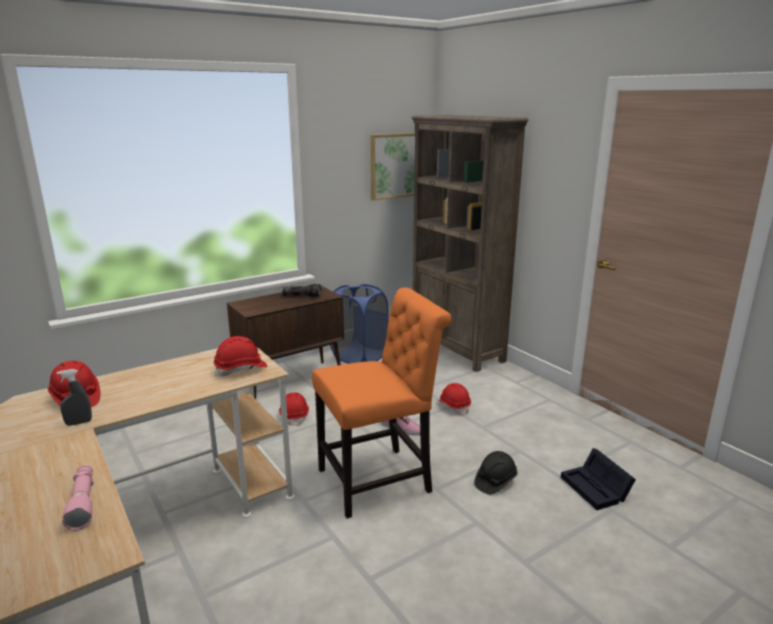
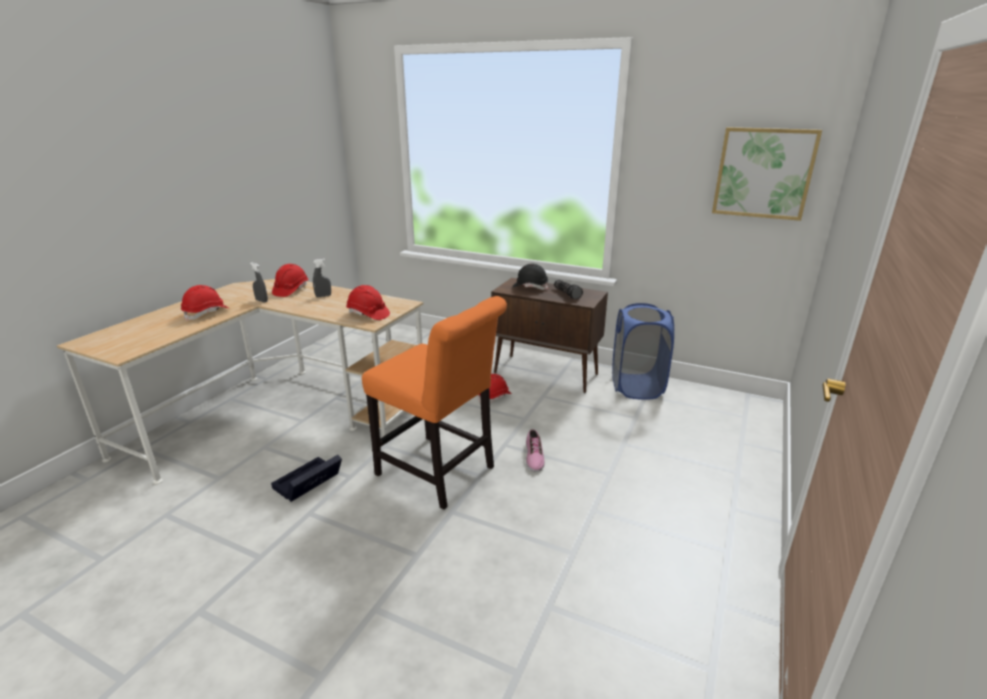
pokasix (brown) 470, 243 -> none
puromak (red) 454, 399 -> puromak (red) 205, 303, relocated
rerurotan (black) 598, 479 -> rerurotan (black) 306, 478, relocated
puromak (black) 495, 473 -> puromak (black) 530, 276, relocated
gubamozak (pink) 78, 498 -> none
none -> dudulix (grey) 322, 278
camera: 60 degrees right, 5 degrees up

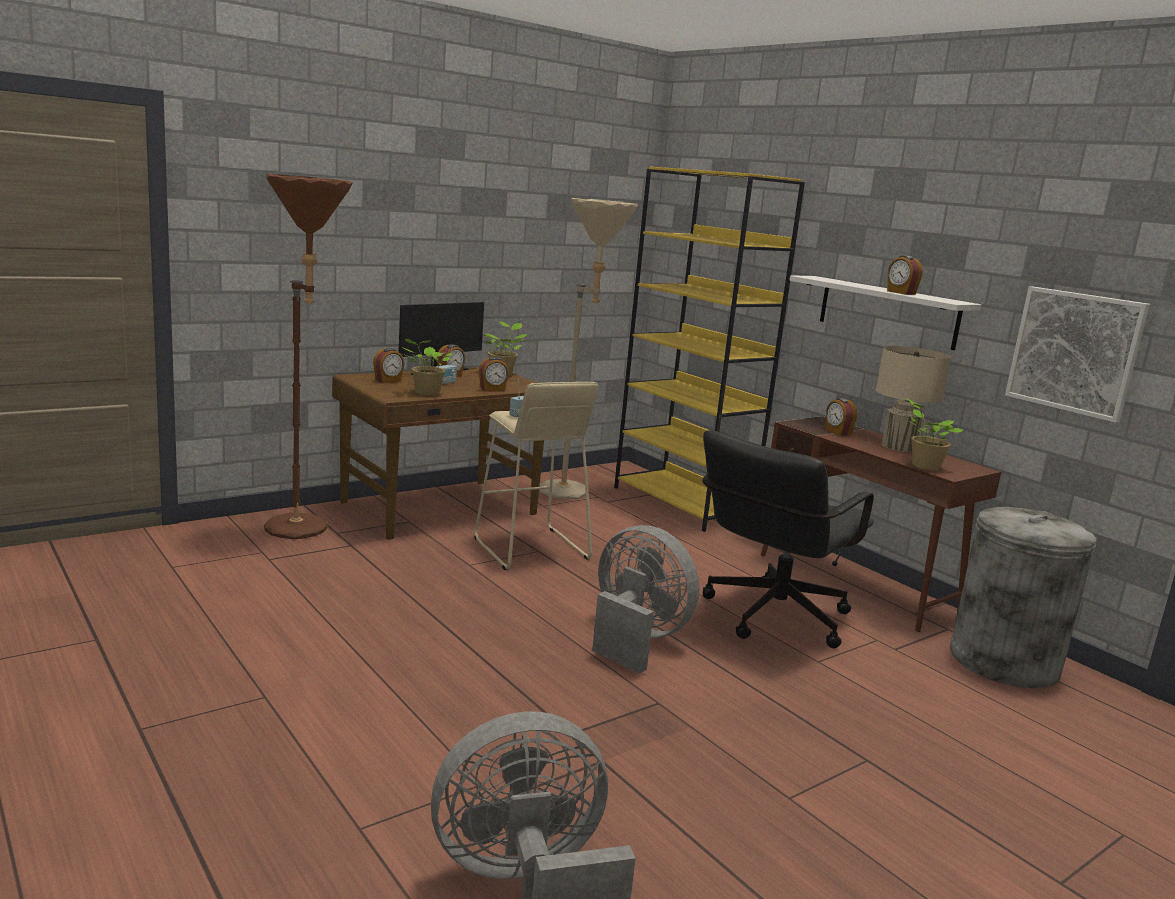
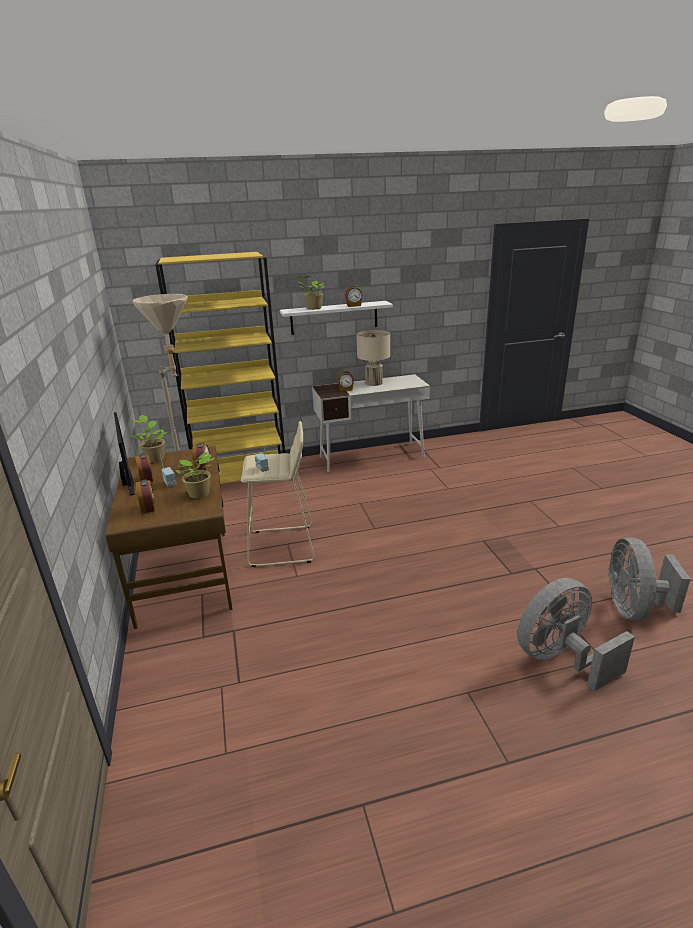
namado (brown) 308, 356 -> none
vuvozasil 1077, 354 -> none
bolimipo 935, 434 -> bolimipo 311, 293, relocated
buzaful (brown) 881, 524 -> buzaful (white) 371, 423
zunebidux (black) 788, 539 -> none
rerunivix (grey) 1023, 597 -> none
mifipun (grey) 645, 599 -> mifipun (grey) 576, 634, relocated
camera: 65 degrees left, 10 degrees up

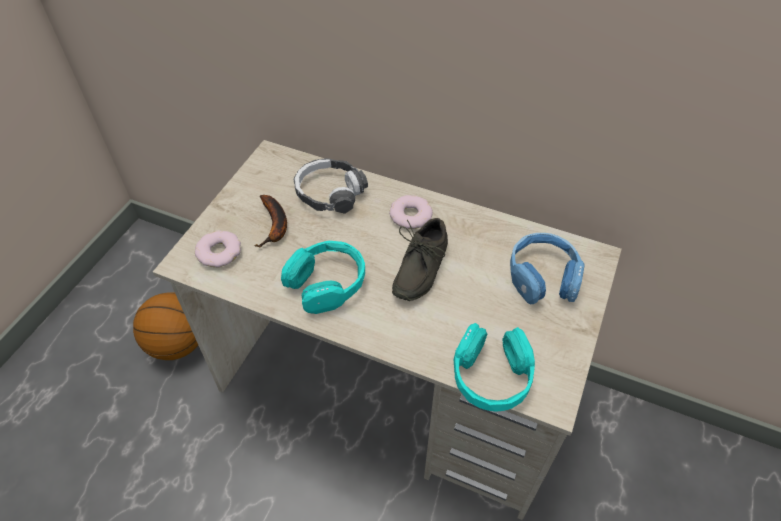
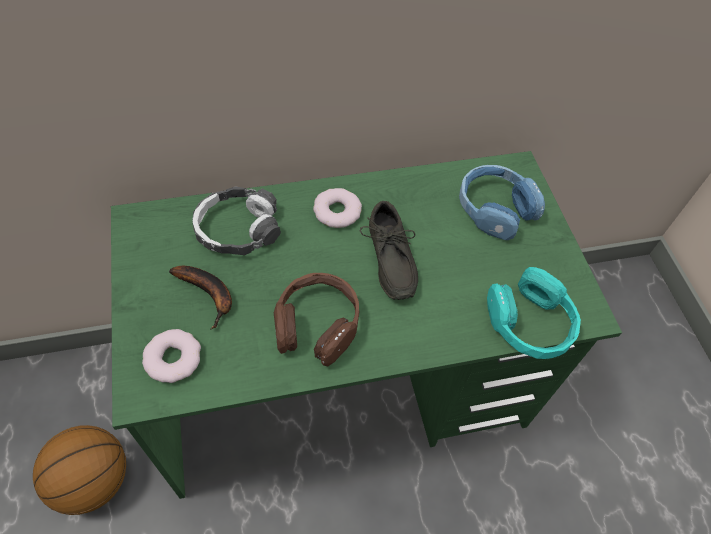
buzaful (beige) 387, 330 -> buzaful (green) 366, 325
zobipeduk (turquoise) 323, 277 -> zobipeduk (brown) 317, 319
camera: 40 degrees left, 5 degrees up

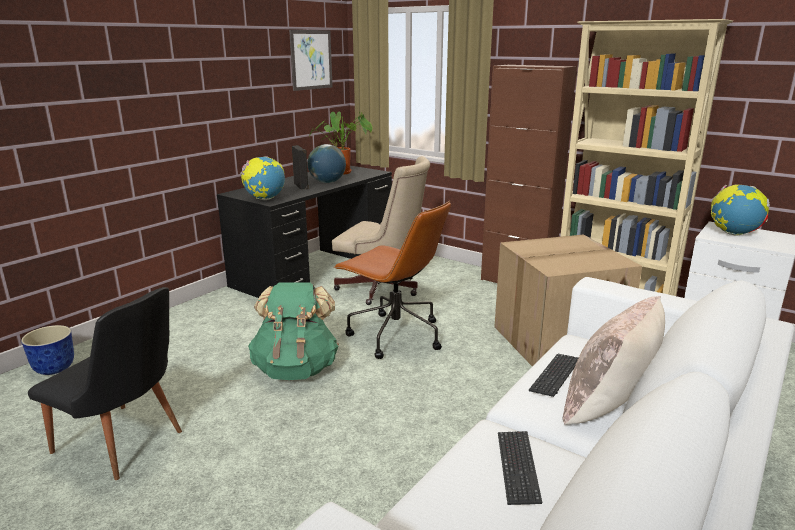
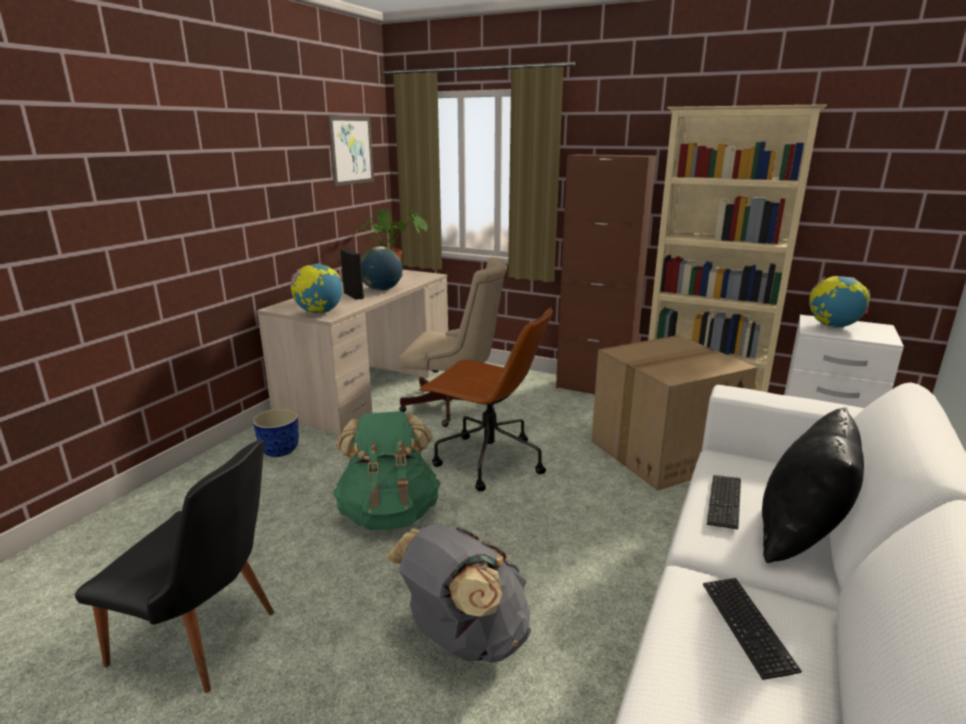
buzaful (black) 304, 232 -> buzaful (beige) 352, 352
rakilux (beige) 614, 360 -> rakilux (black) 813, 485
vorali 47, 350 -> vorali 276, 433, relocated
none -> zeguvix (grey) 458, 593
camera: 10 degrees left, 0 degrees up

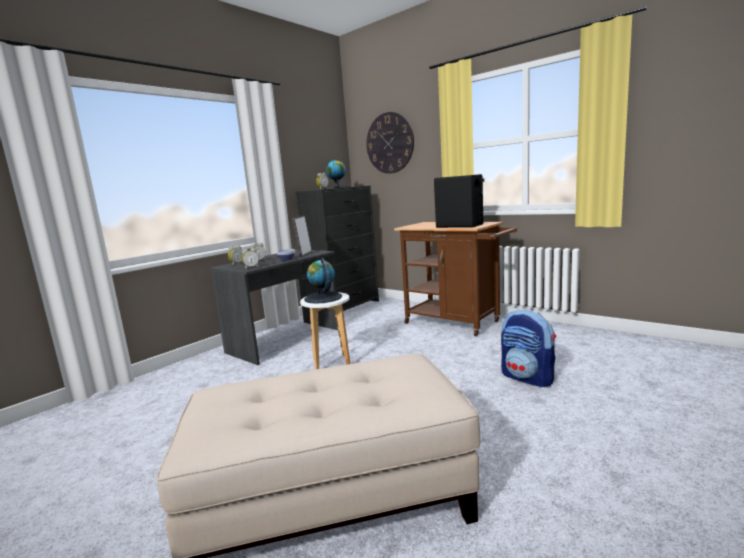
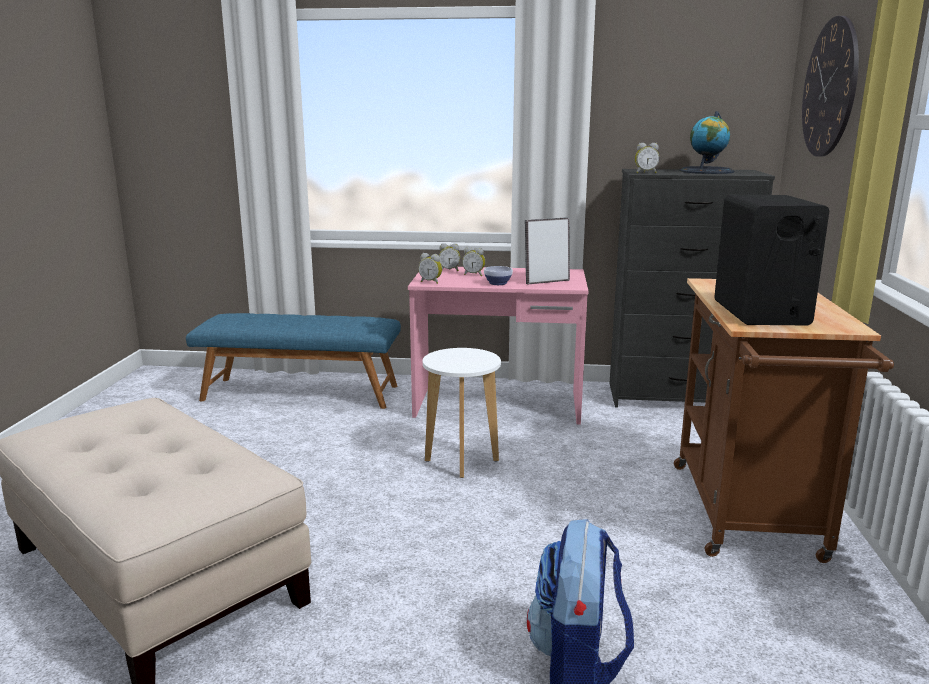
buzaful (grey) 274, 307 -> buzaful (pink) 498, 346
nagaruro 323, 280 -> none
none -> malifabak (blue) 293, 361
camera: 55 degrees right, 5 degrees up

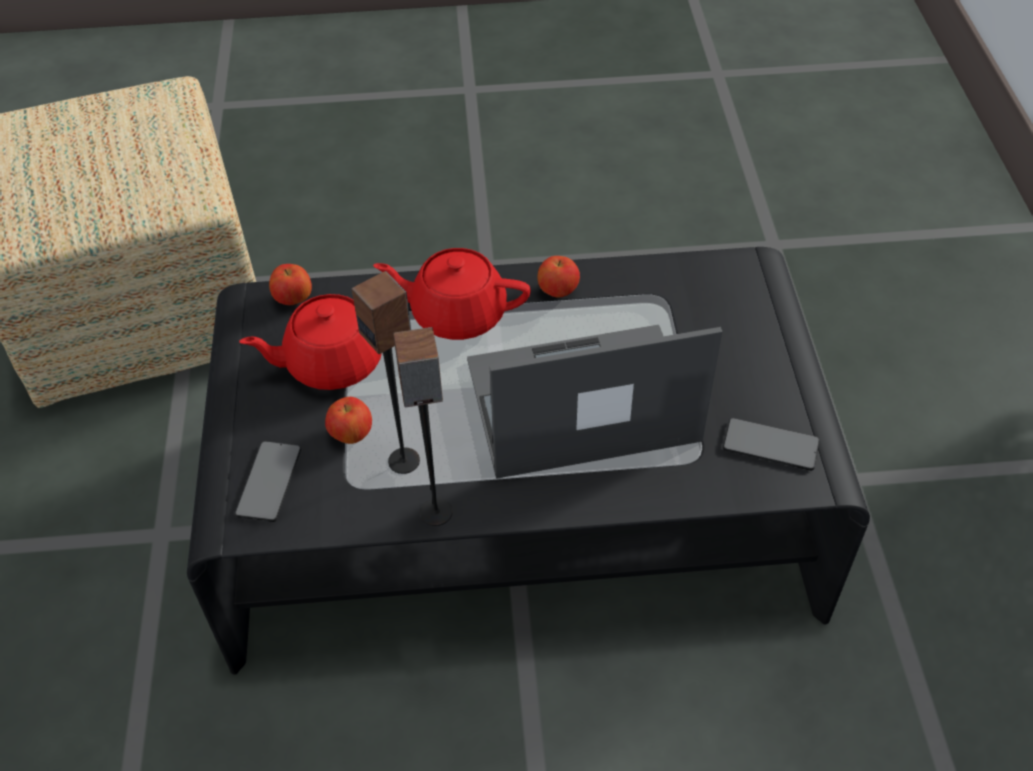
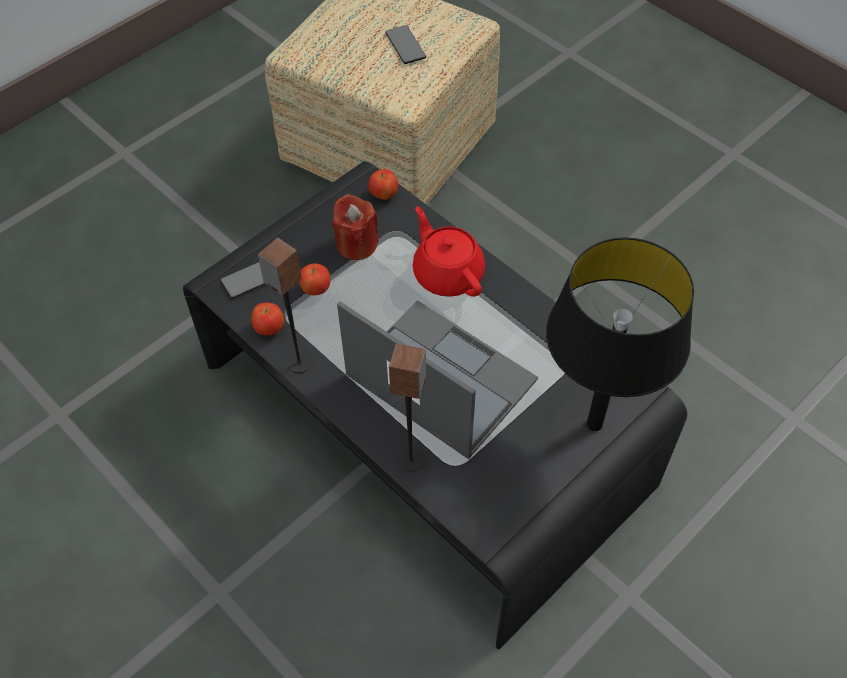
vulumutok 558, 276 -> vulumutok 267, 319, relocated
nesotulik 386, 372 -> nesotulik 407, 407, relocated
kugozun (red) 310, 342 -> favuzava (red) 355, 227
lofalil 771, 444 -> lofalil 405, 44, relocated
none -> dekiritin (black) 620, 334
camera: 50 degrees right, 5 degrees up

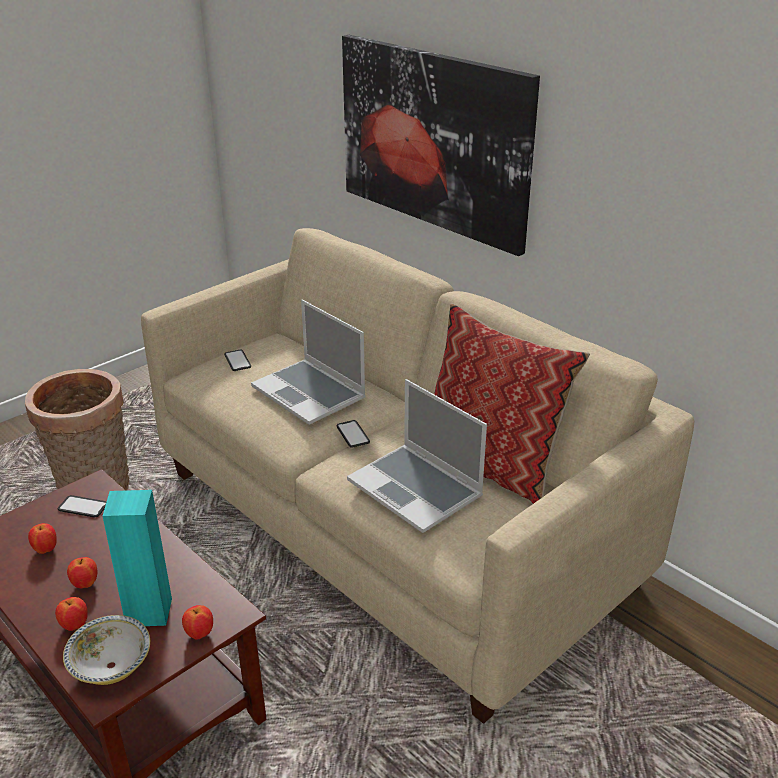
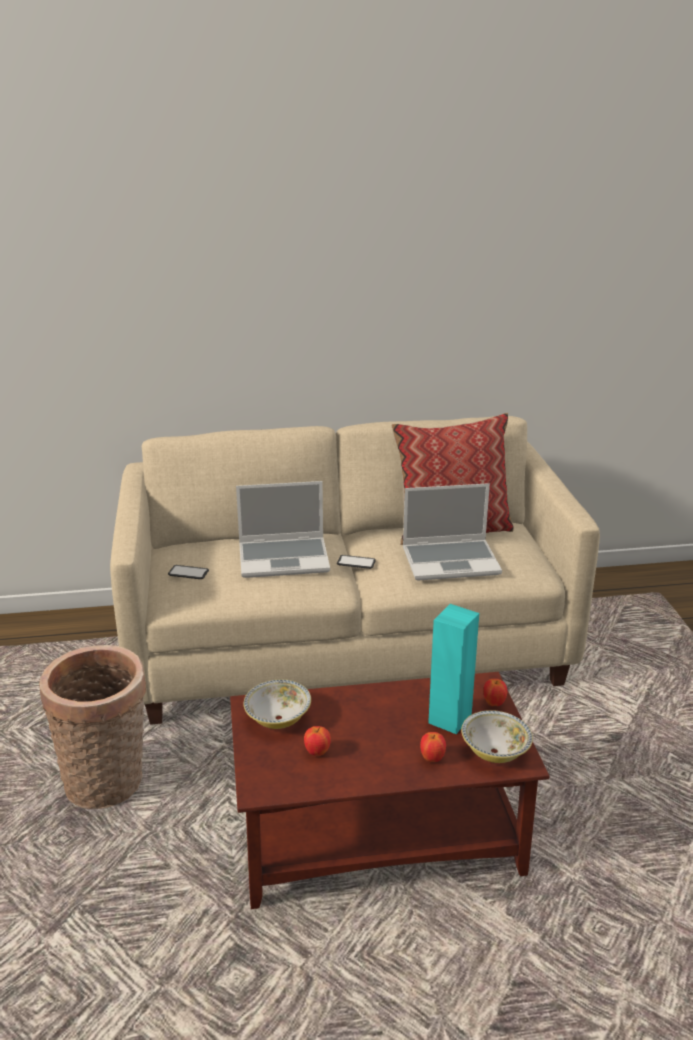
vuvozasil 441, 145 -> none
lofalil 82, 506 -> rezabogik 277, 704
vulumutok 82, 572 -> none
camera: 55 degrees left, 5 degrees down

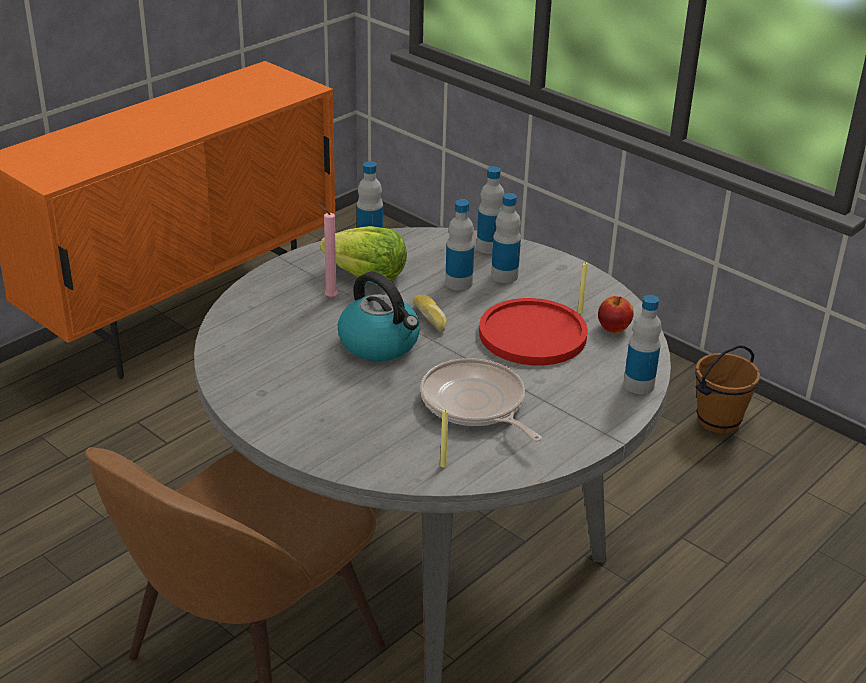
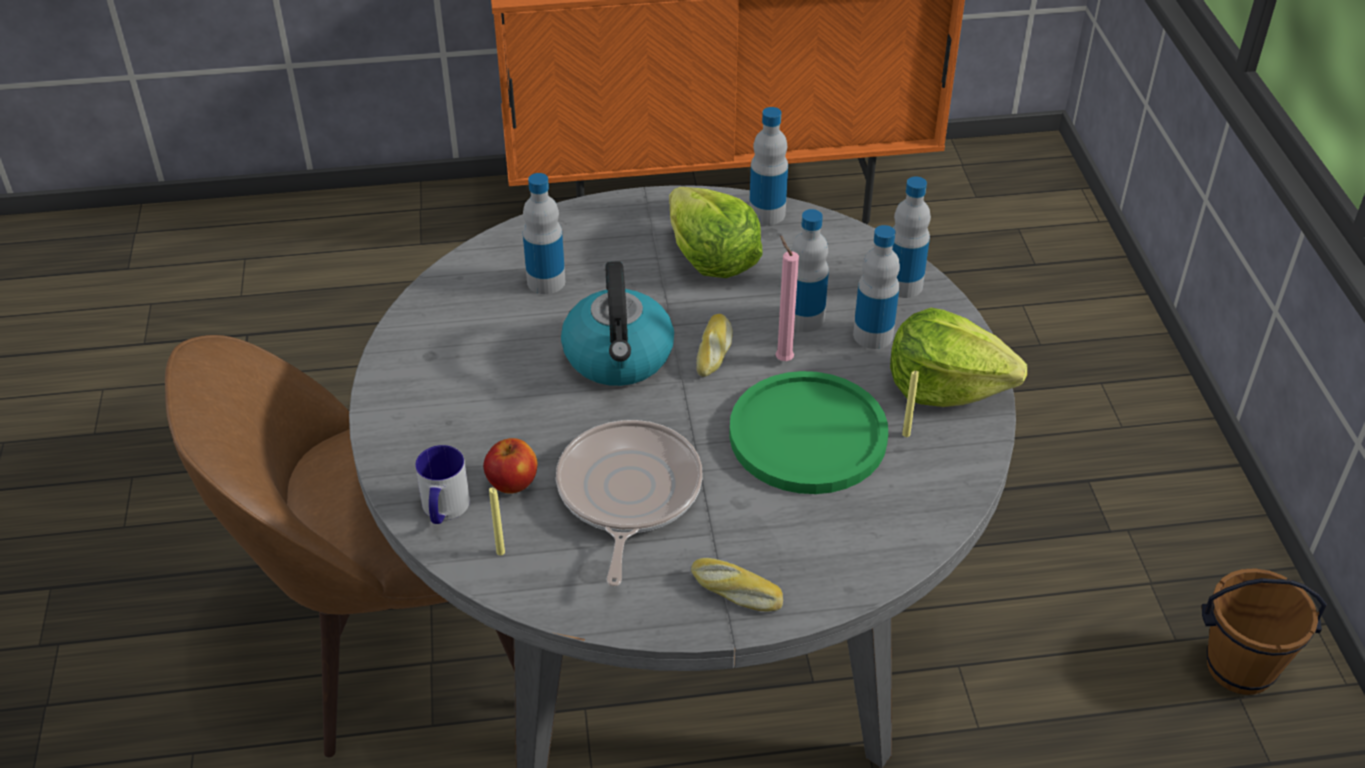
favuzava (pink) 328, 251 -> favuzava (pink) 787, 298, relocated
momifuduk 642, 344 -> momifuduk 544, 233, relocated
vulumutok 616, 314 -> vulumutok 510, 466, relocated
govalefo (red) 533, 331 -> govalefo (green) 808, 432
none -> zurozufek 958, 357
none -> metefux 442, 484
none -> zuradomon 737, 584
camera: 40 degrees right, 10 degrees up

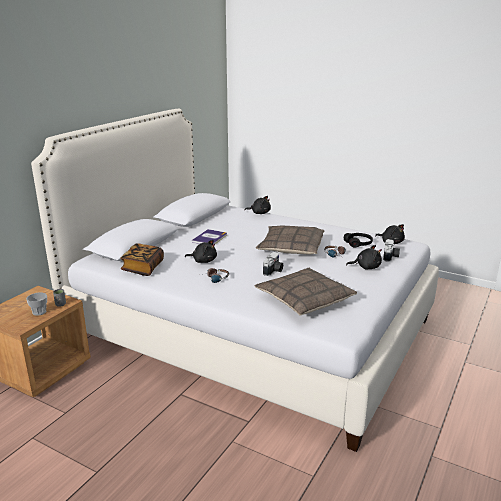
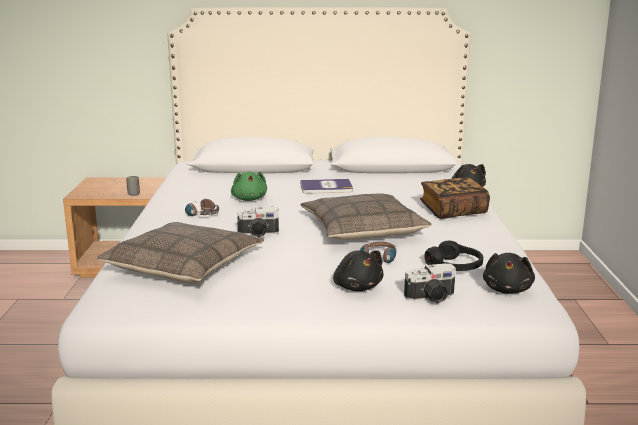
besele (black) 201, 251 -> besele (green) 249, 186
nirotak 142, 259 -> nirotak 455, 198, relocated
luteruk 36, 304 -> none
camera: 60 degrees right, 5 degrees down

